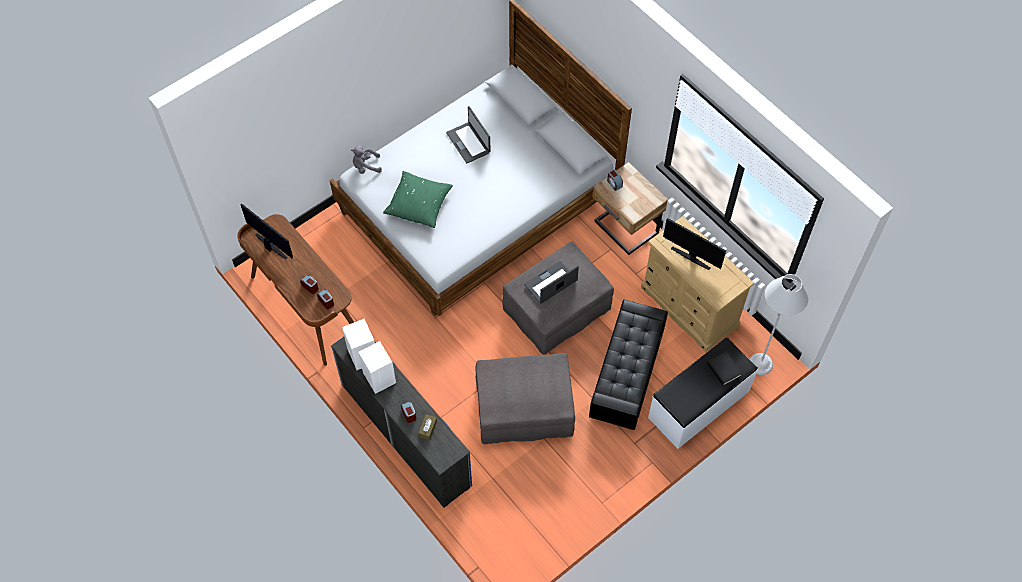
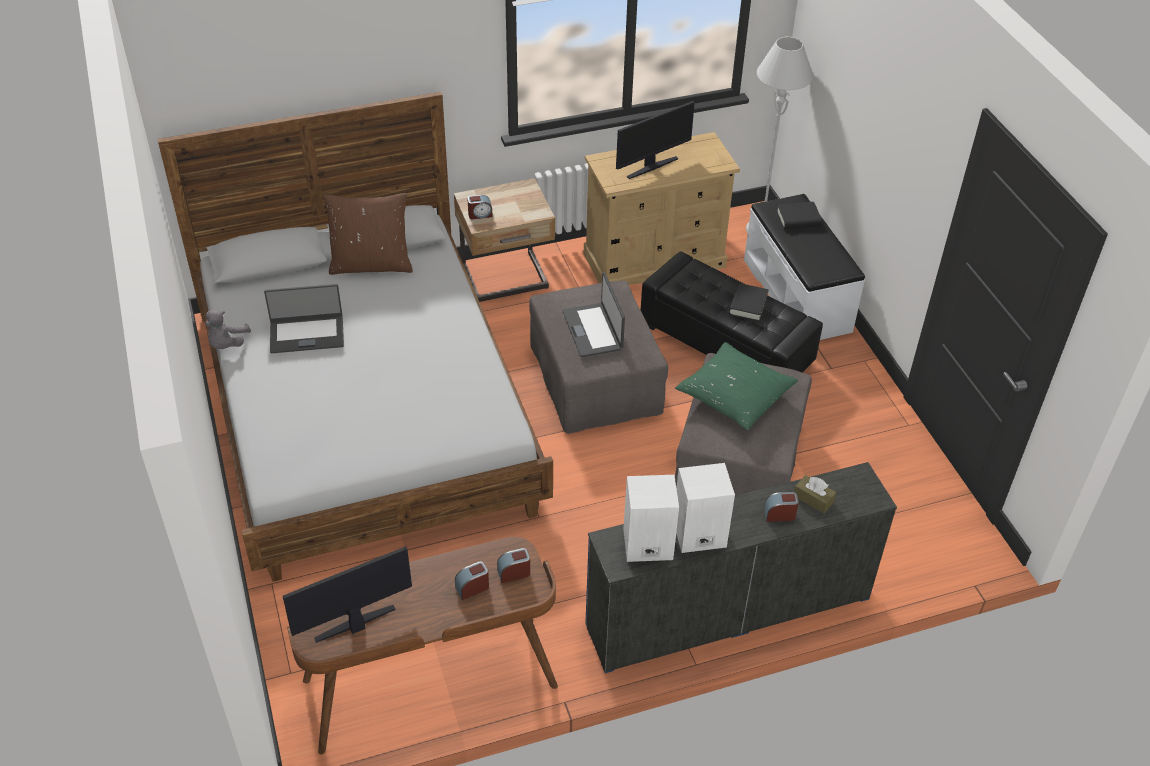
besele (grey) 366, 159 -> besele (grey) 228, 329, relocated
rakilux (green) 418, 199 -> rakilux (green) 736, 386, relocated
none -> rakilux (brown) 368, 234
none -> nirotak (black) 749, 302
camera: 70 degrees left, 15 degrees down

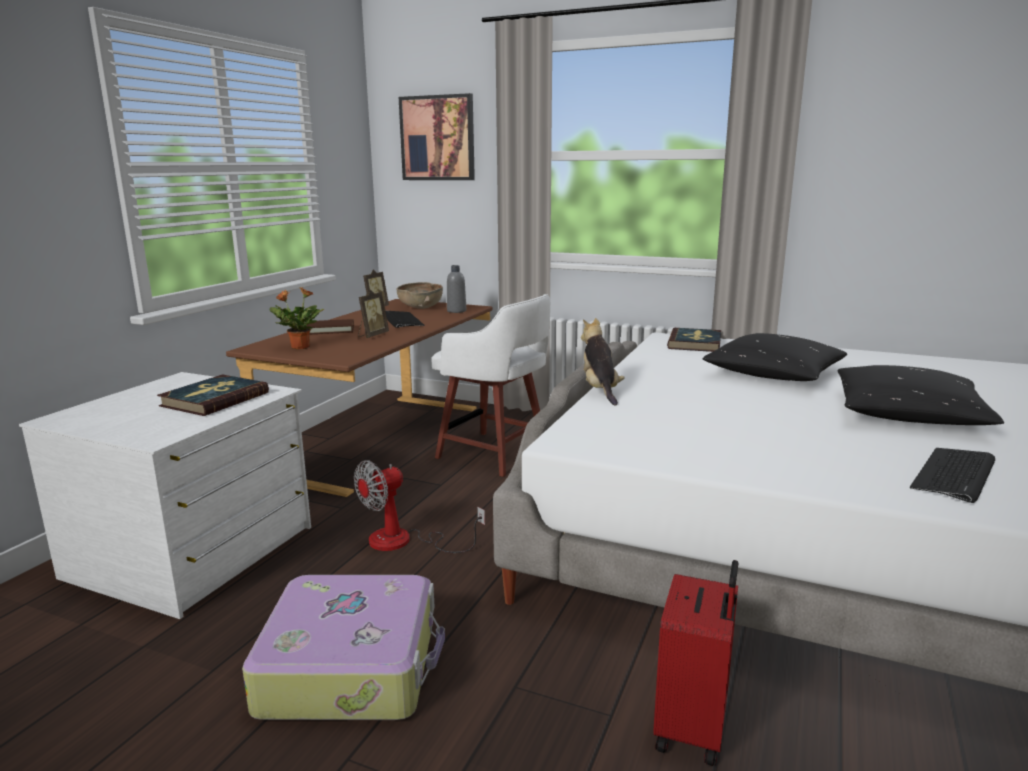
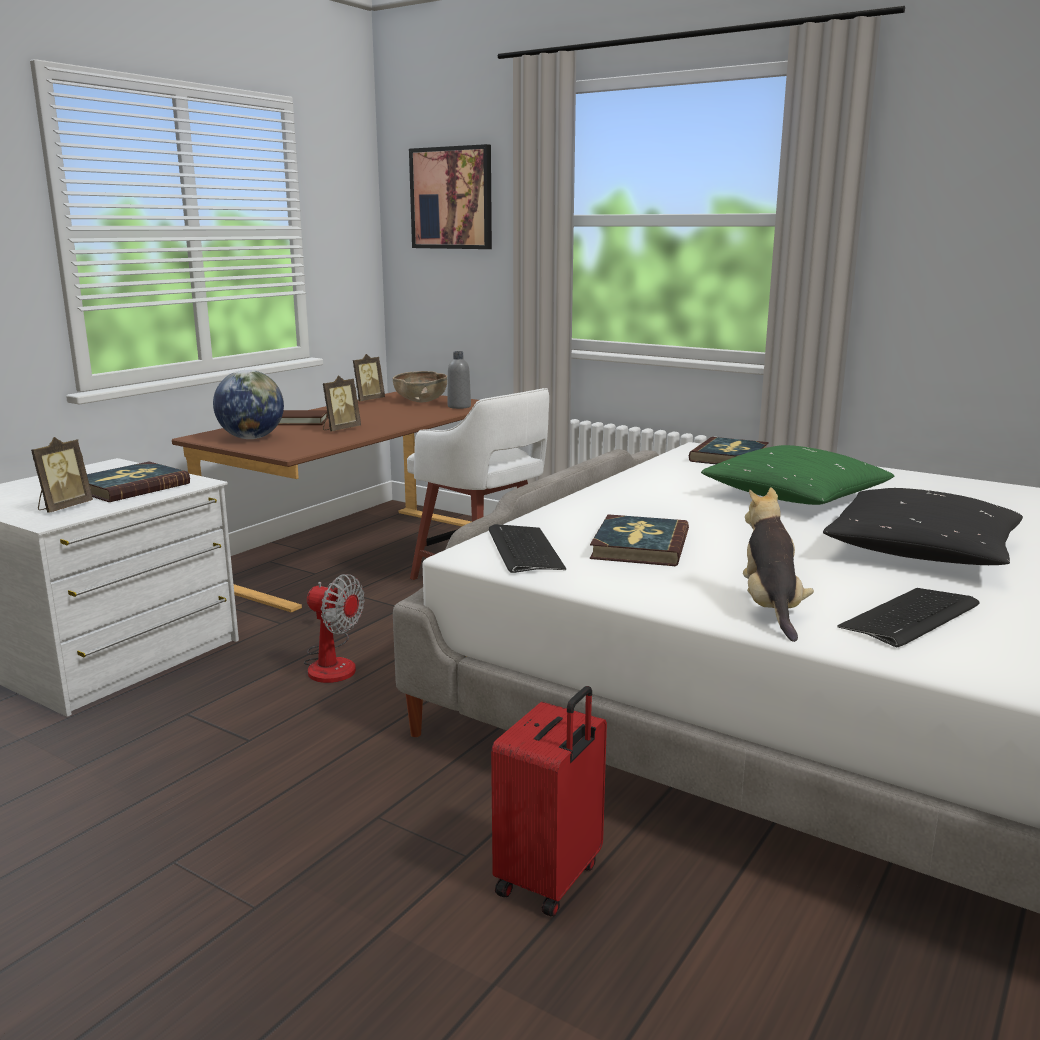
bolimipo 296, 318 -> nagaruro 248, 404
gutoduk 405, 319 -> gutoduk 527, 548, relocated
besele 603, 362 -> besele 778, 564, relocated
rakilux (black) 775, 357 -> rakilux (green) 797, 475
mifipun 419, 506 -> mifipun 334, 628, 120 degrees counterclockwise
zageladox 343, 647 -> none
none -> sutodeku 62, 475
none -> nirotak 639, 540
camera: 10 degrees right, 0 degrees up

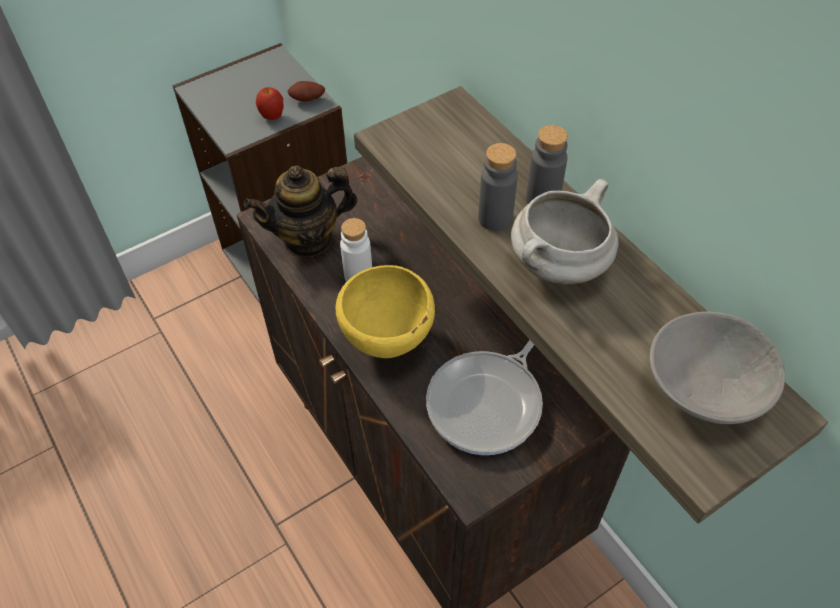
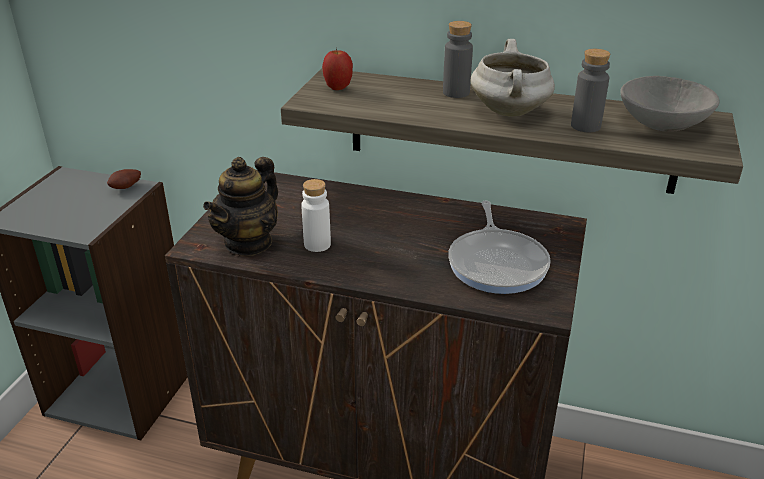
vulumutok 269, 103 -> vulumutok 337, 69, relocated
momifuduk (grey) 498, 187 -> momifuduk (grey) 590, 90, relocated
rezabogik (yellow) 385, 311 -> none
camera: 40 degrees left, 20 degrees down

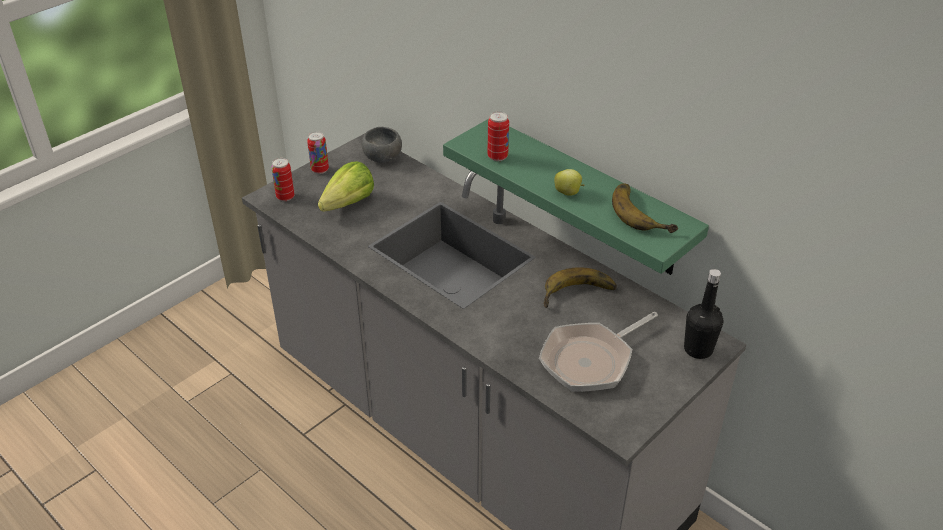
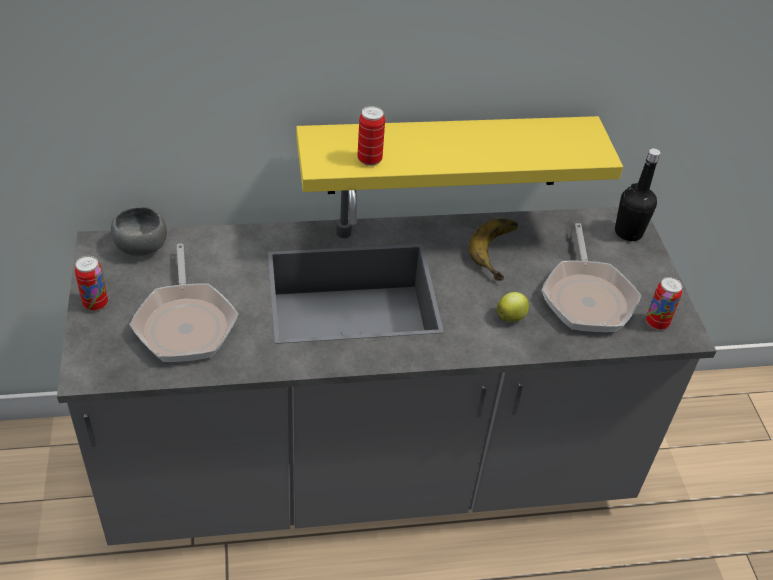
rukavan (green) 576, 197 -> rukavan (yellow) 459, 155
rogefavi 283, 179 -> rogefavi 664, 303, relocated
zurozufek 346, 186 -> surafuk 183, 303
vulumutok 569, 182 -> vulumutok 513, 307, relocated
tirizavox 645, 208 -> none
camera: 55 degrees left, 5 degrees up

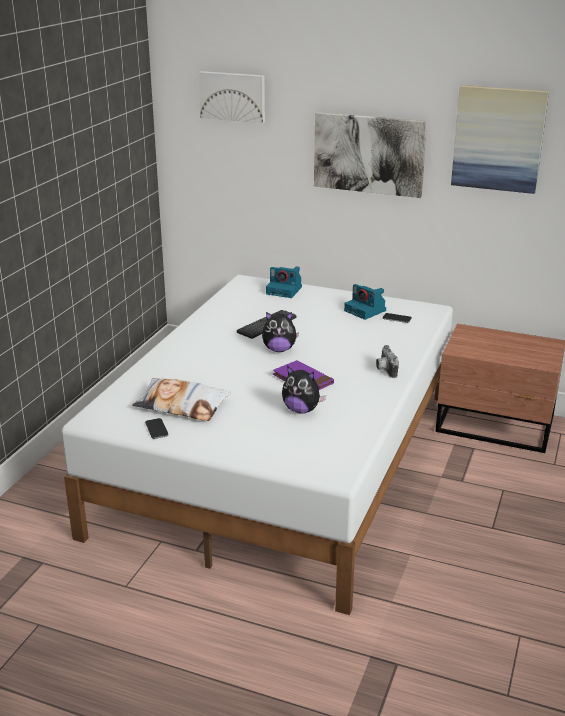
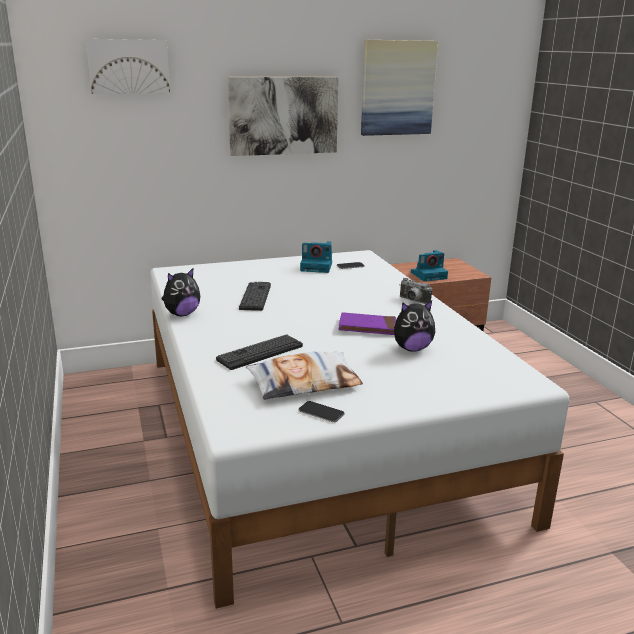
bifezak 284, 282 -> bifezak 429, 265, relocated
besele 280, 332 -> besele 181, 292, relocated
none -> gutoduk 259, 352
camera: 40 degrees left, 5 degrees down

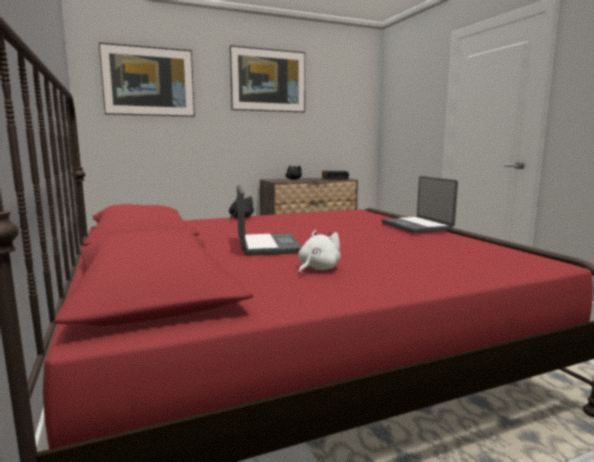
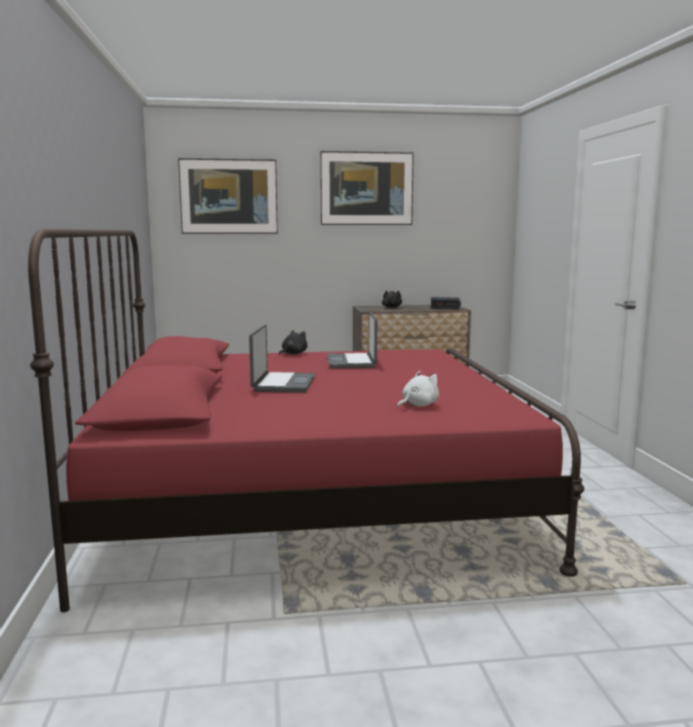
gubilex 419, 204 -> gubilex 352, 340, relocated
besele (white) 319, 252 -> besele (white) 418, 389, relocated
camera: 15 degrees right, 0 degrees up

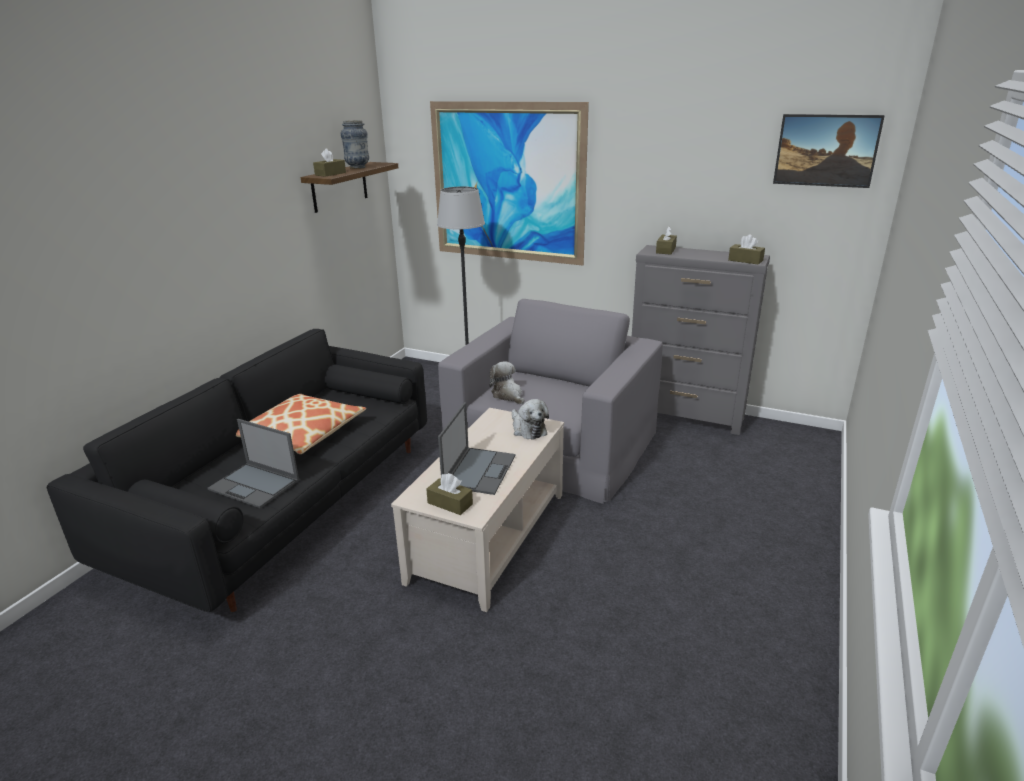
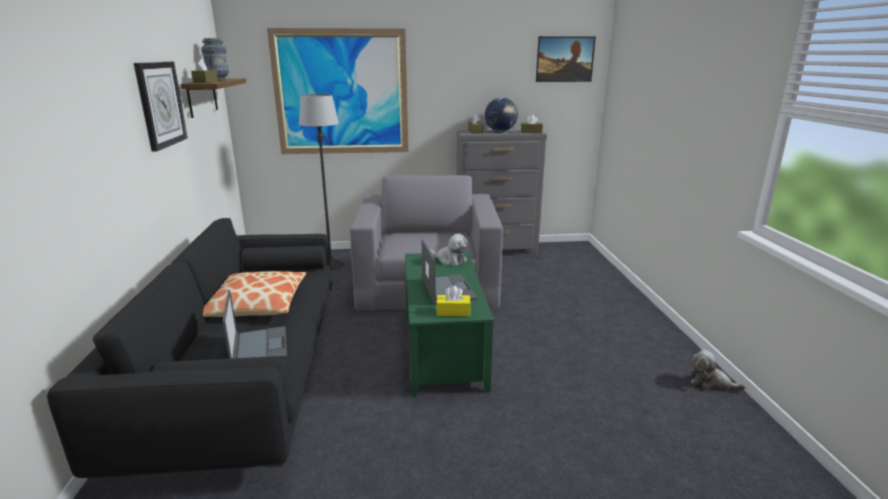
besele 506, 382 -> besele 718, 370, relocated
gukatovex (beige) 477, 510 -> gukatovex (green) 449, 324
gubilex 253, 463 -> gubilex 254, 324, 105 degrees counterclockwise
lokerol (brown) 449, 494 -> lokerol (yellow) 454, 301
none -> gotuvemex 161, 107
none -> nagaruro 501, 115
camera: 30 degrees left, 5 degrees down

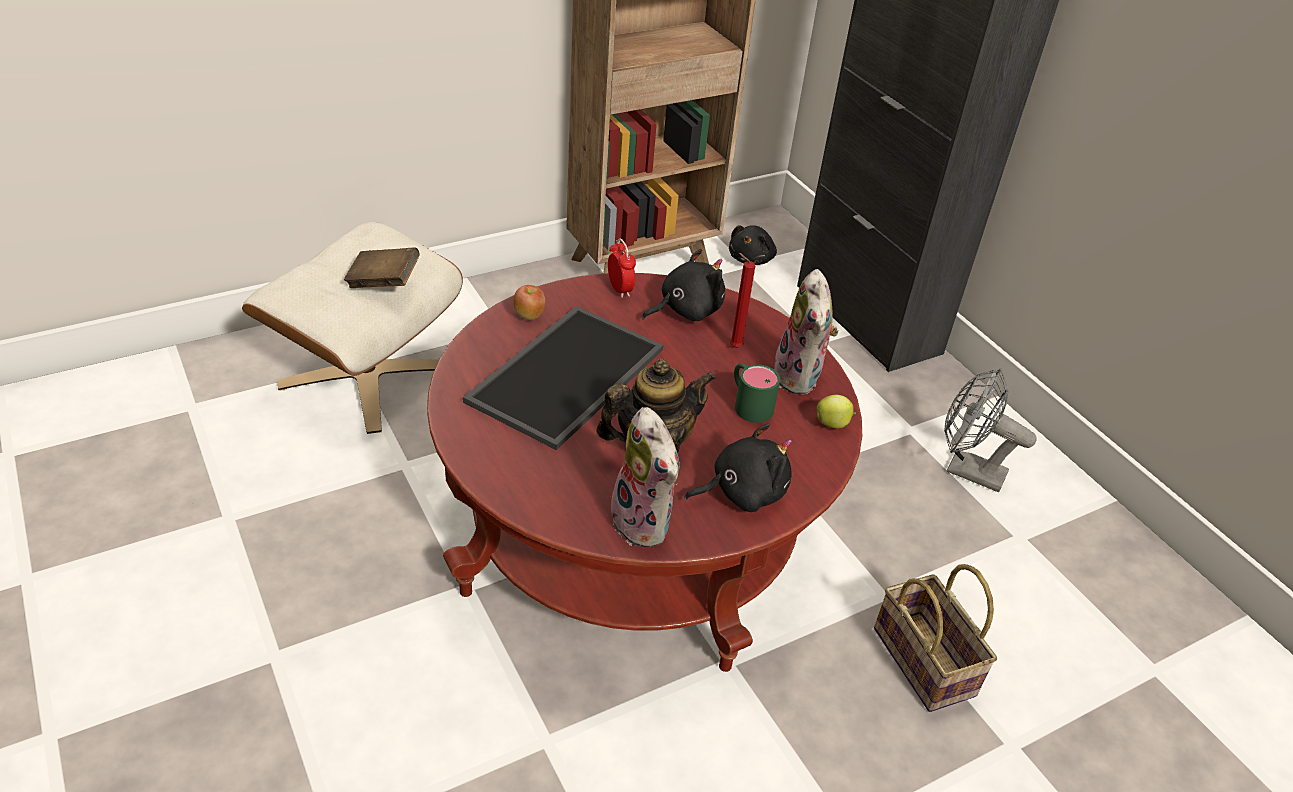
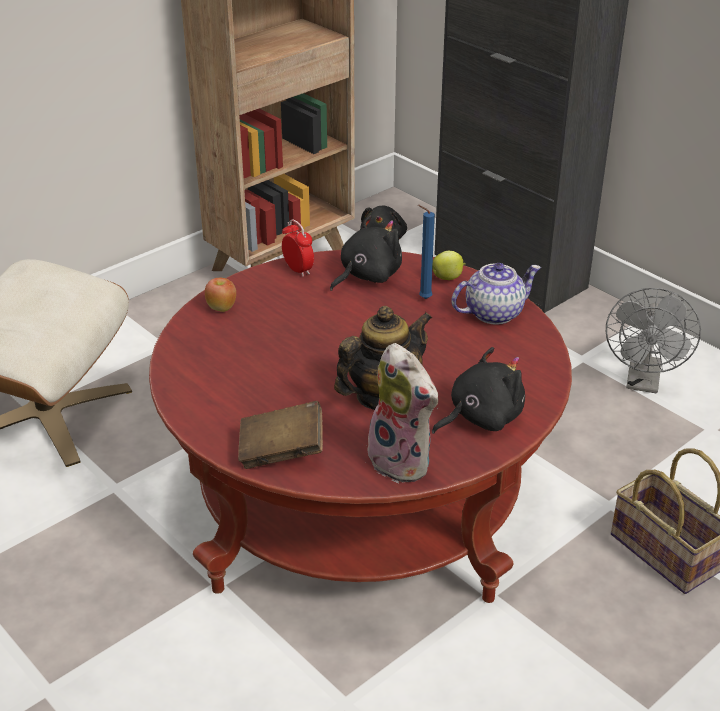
nirotak (brown) 382, 268 -> nirotak (brown) 280, 435, relocated
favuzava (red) 742, 300 -> favuzava (blue) 426, 252
besele 806, 332 -> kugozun 496, 294
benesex 563, 378 -> none
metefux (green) 757, 393 -> none
mifipun (grey) 990, 430 -> mifipun (grey) 653, 340, 90 degrees counterclockwise
vulumutok 836, 411 -> vulumutok 449, 265, relocated
camera: 10 degrees left, 5 degrees down

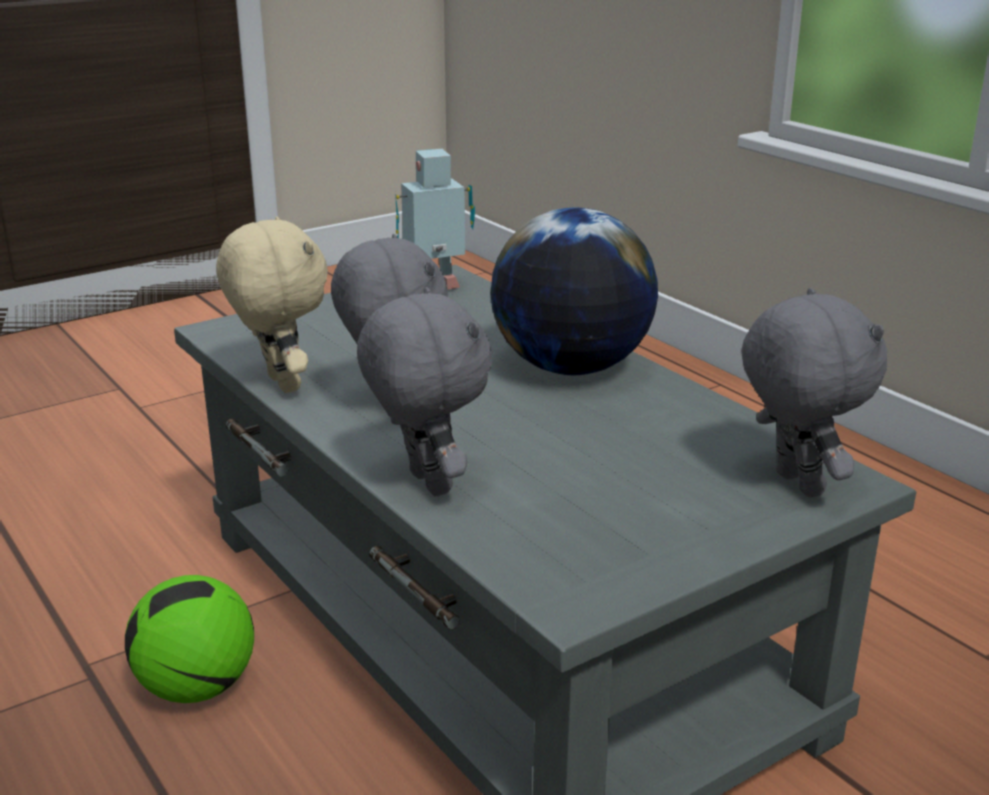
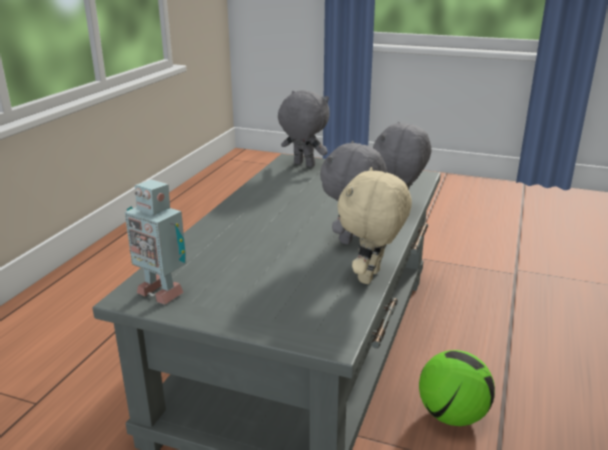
nagaruro 574, 291 -> none
besele (grey) 814, 393 -> besele (grey) 304, 128, 90 degrees clockwise
camera: 125 degrees left, 0 degrees up

